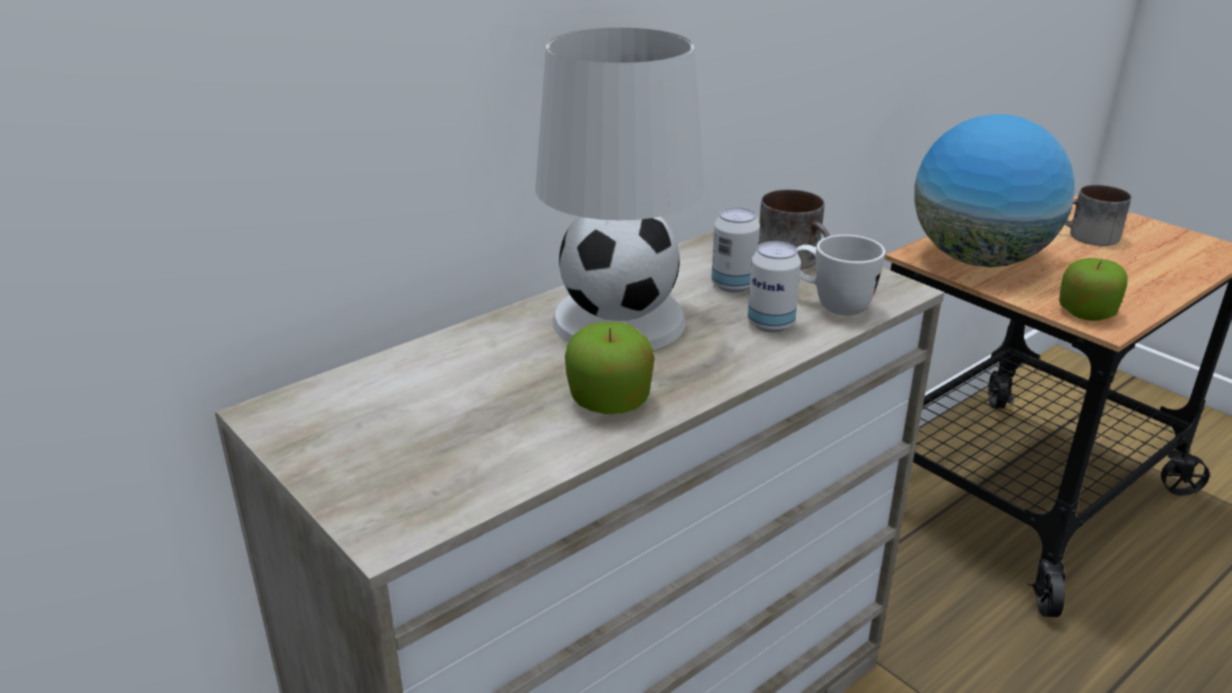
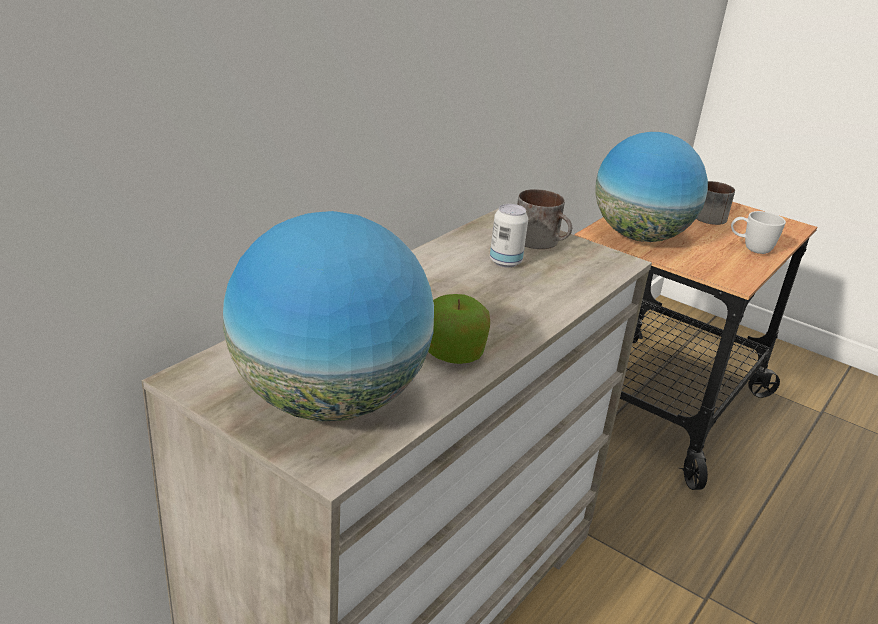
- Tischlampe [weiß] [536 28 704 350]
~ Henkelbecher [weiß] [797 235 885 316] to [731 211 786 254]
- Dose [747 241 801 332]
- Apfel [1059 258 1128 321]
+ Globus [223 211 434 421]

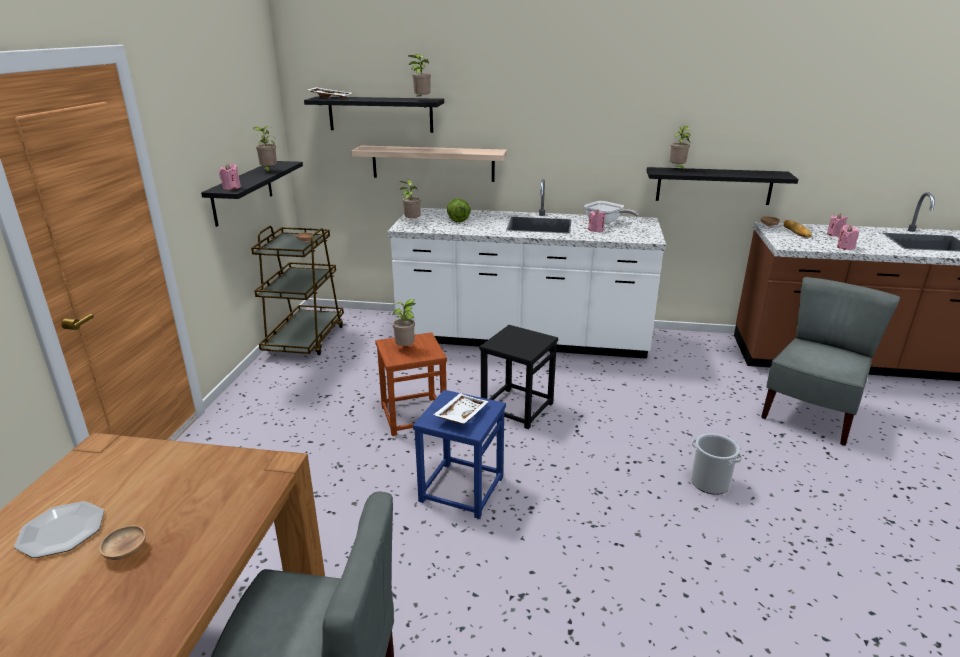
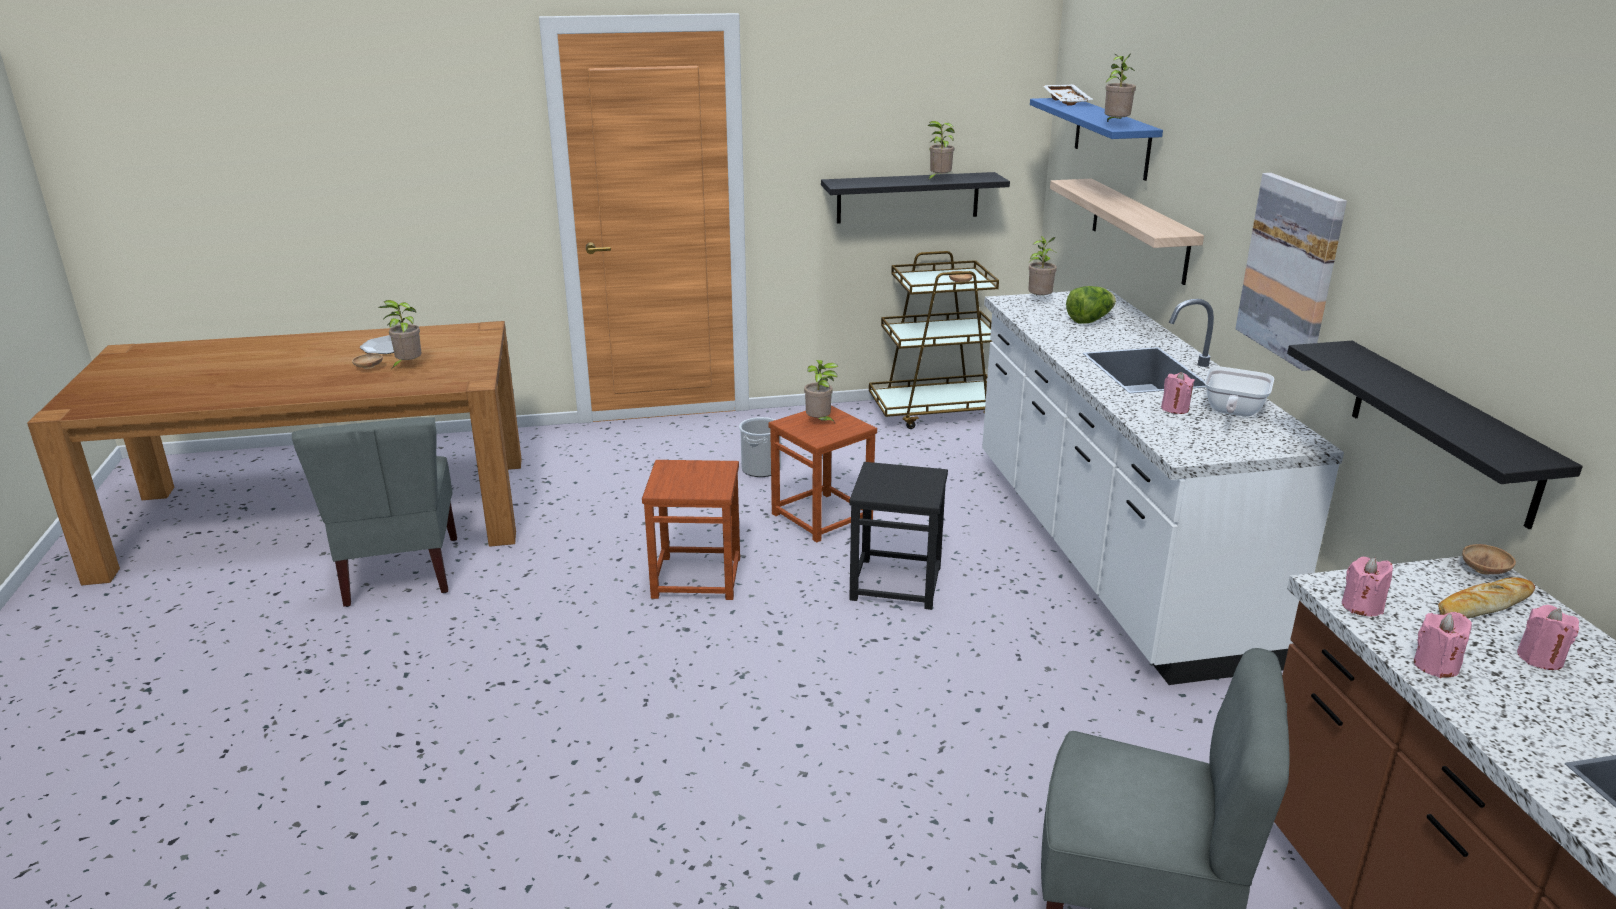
~ Wandregal [schwarz] [304 96 444 133] to Wandregal [blau] [1030 98 1163 181]
~ Topfpflanze [670 125 690 171] to [378 300 421 368]
~ Kerze [rosa] [219 163 241 190] to [1342 557 1393 616]
~ Hocker [blau] [413 390 506 519] to Hocker [braun] [642 460 740 600]
- Tablett [weiß] [433 393 489 424]
~ Eimer [691 434 742 494] to [739 417 781 477]
+ Bild [1235 173 1347 371]

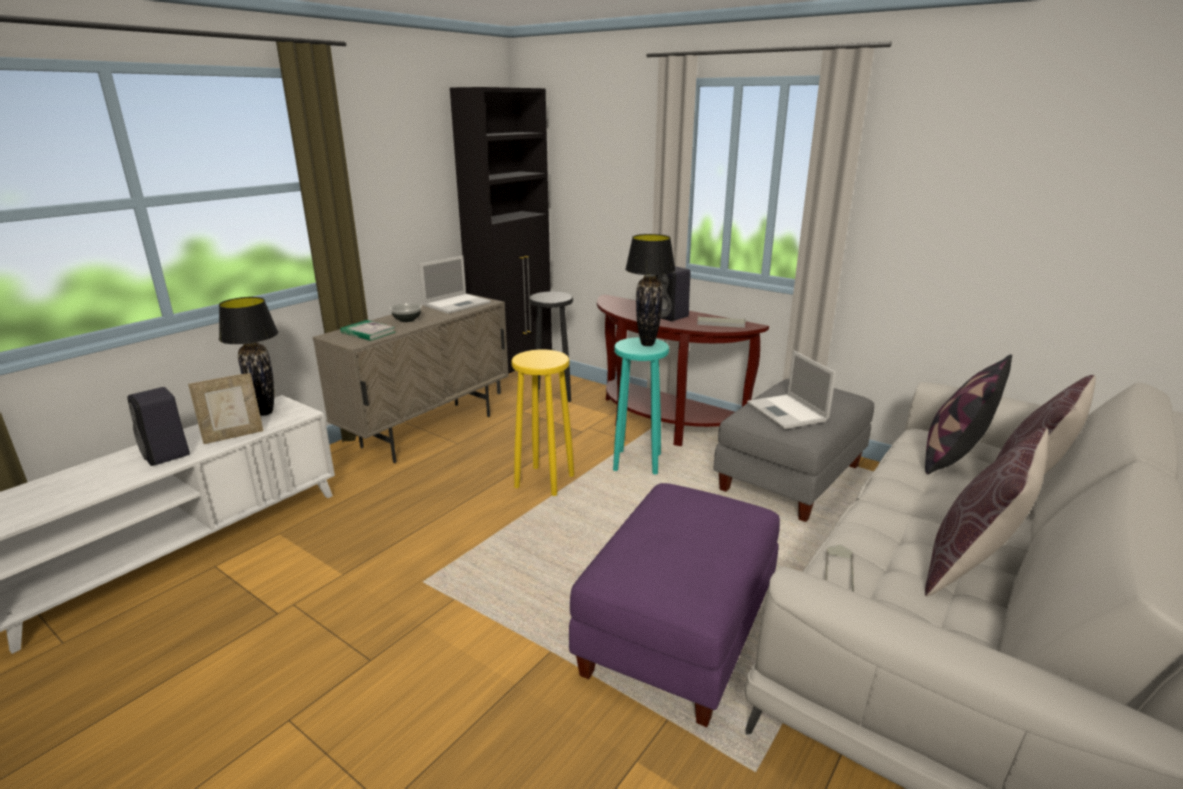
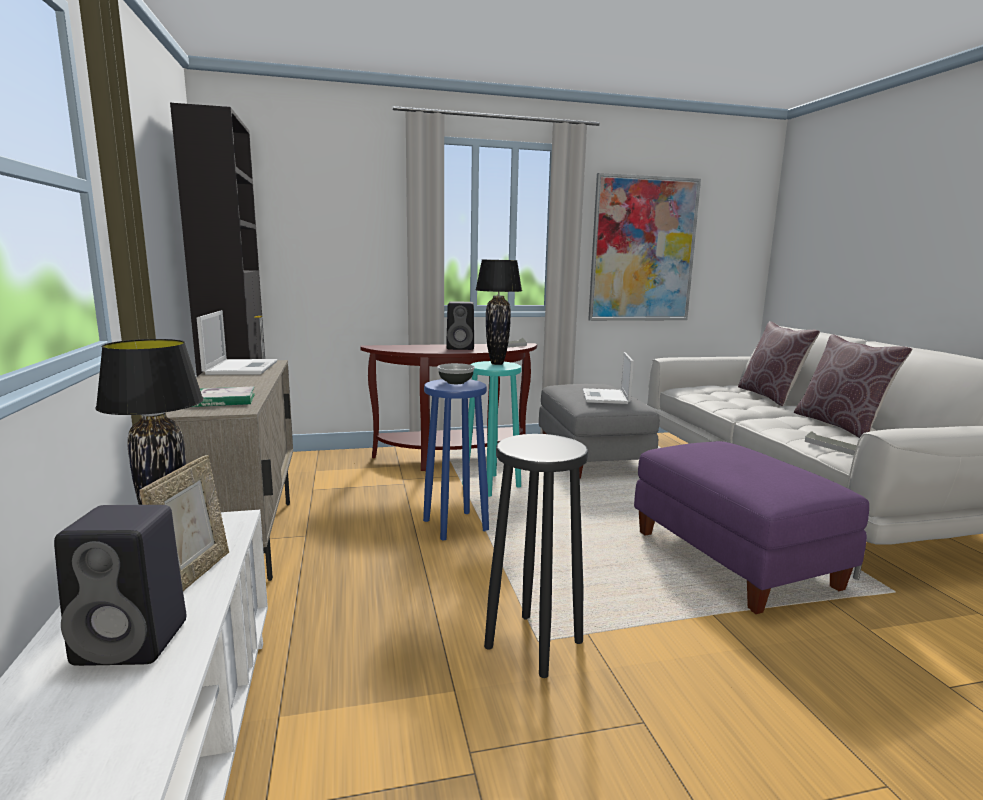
~ Hocker [schwarz] [529 291 573 402] to [484 434 588 678]
~ Schüssel [390 303 422 322] to [437 363 475 384]
~ Hocker [gelb] [511 349 574 496] to Hocker [blau] [423 379 489 540]
~ Laptop [747 350 836 429] = [583 352 634 404] 75 degrees clockwise
- Kissen [925 354 1012 474]
+ Bild [588 173 701 321]

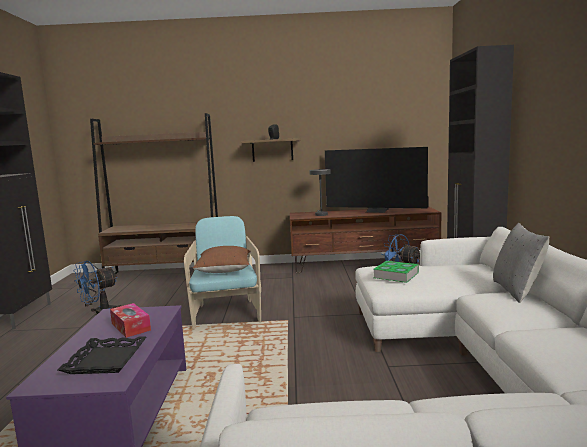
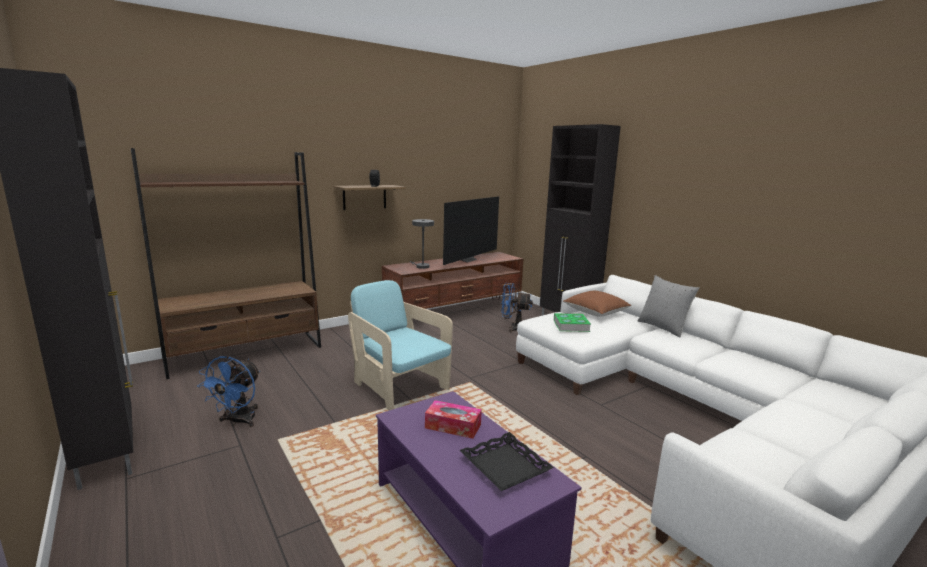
~ Fernseher [325 147 428 213] = [443 196 499 265] 45 degrees counterclockwise
~ Kissen [braun] [193 246 251 273] to [563 291 631 317]

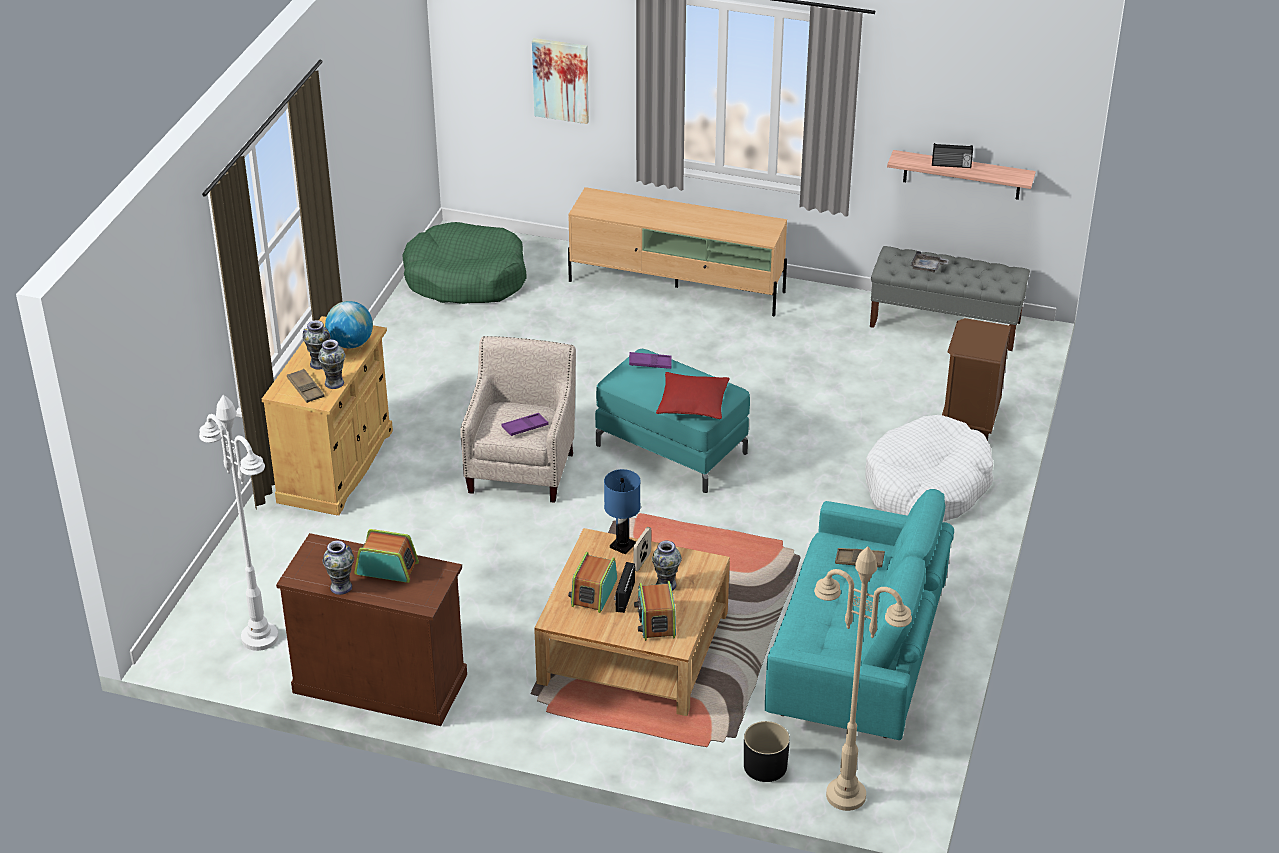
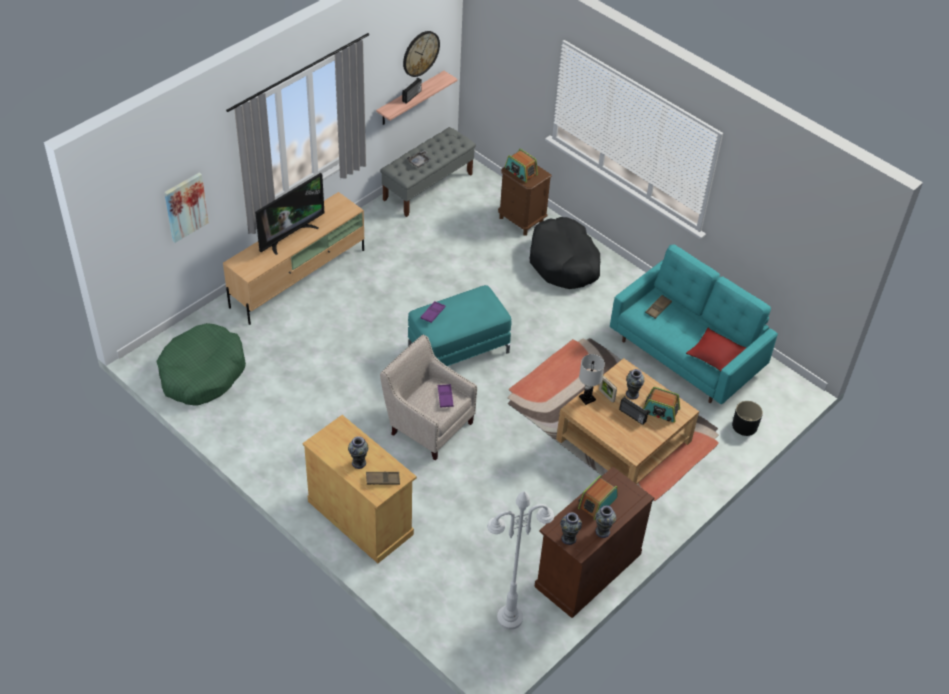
- Globus [325 301 373 348]
~ Vase [318 339 345 389] to [560 512 582 545]
~ Kissen [rot] [656 372 730 419] to [686 328 746 371]
~ Hundebett [weiß] [865 415 993 522] to Hundebett [schwarz] [530 217 600 289]
~ Tischlampe [blau] [604 469 641 554] to Tischlampe [weiß] [579 354 605 405]
- Stehlampe [beige] [814 546 912 811]
~ Radio [568 552 617 613] to [505 149 538 182]
+ Wanduhr [403 31 440 77]
+ Fernseher [255 173 325 255]

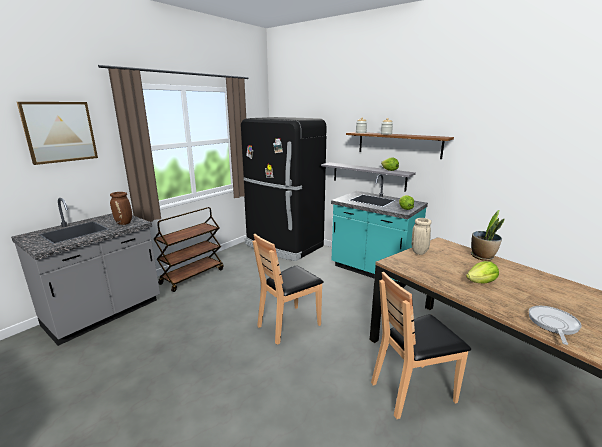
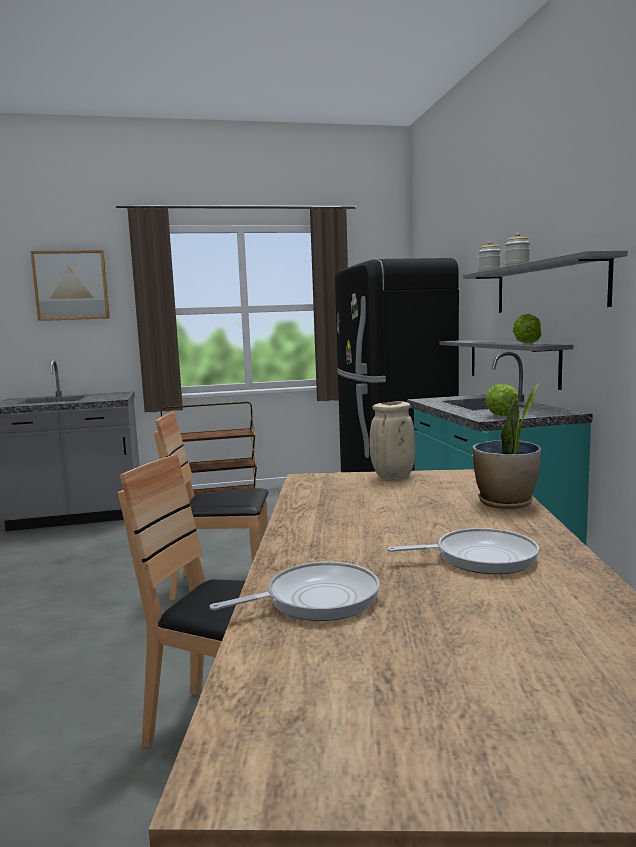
~ Wandregal [braun] [346 132 454 159] to Wandregal [grau] [463 250 628 313]
- Vase [braun] [110 192 132 225]
- Salatkopf [466 261 499 283]
+ Pfanne [387 528 539 574]

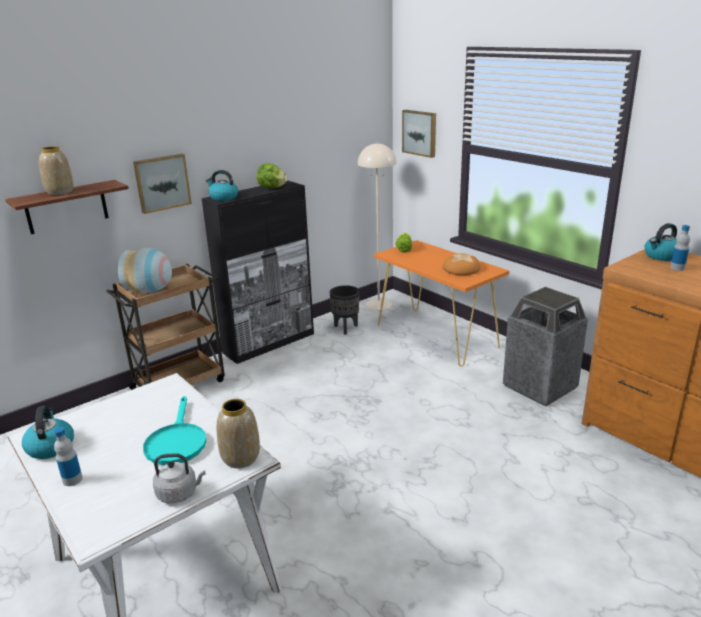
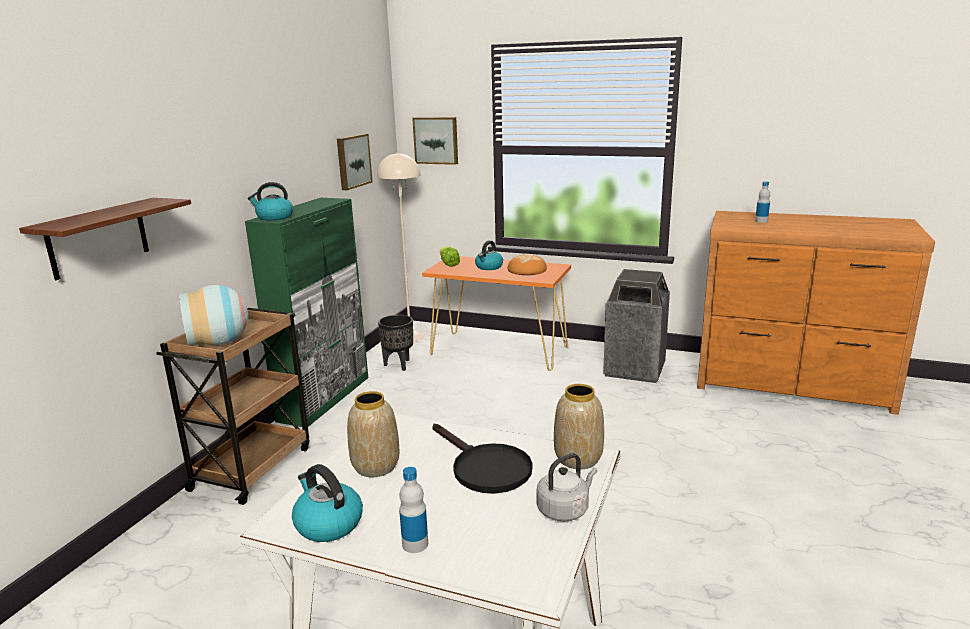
~ Vase [39 146 73 195] to [347 391 399 477]
~ Bild [133 154 192 214] to [337 134 372 190]
- Salatkopf [256 163 287 188]
~ Schrank [schwarz] [202 180 314 364] to Schrank [grün] [245 198 368 427]
~ Wasserkessel [644 223 677 261] to [475 241 503 270]
~ Pfanne [türkis] [143 396 207 465] to Pfanne [schwarz] [432 424 532 494]

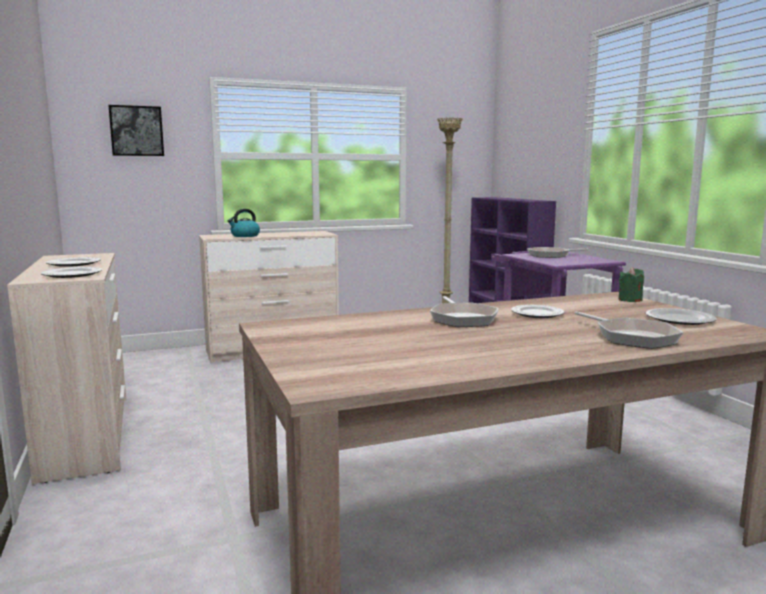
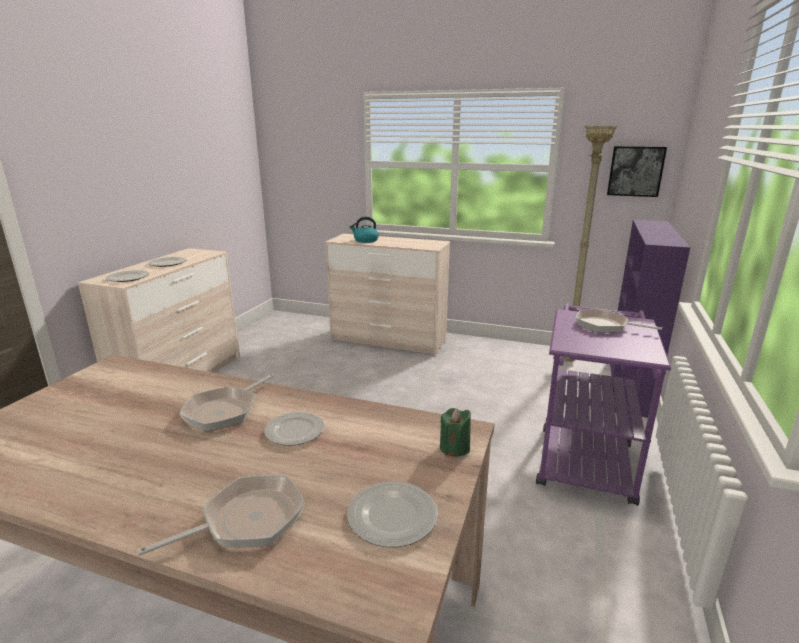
~ Bild [108 105 164 156] to [607 146 667 197]
~ Pfanne [575 311 683 349] = [138 475 305 556] 135 degrees counterclockwise

